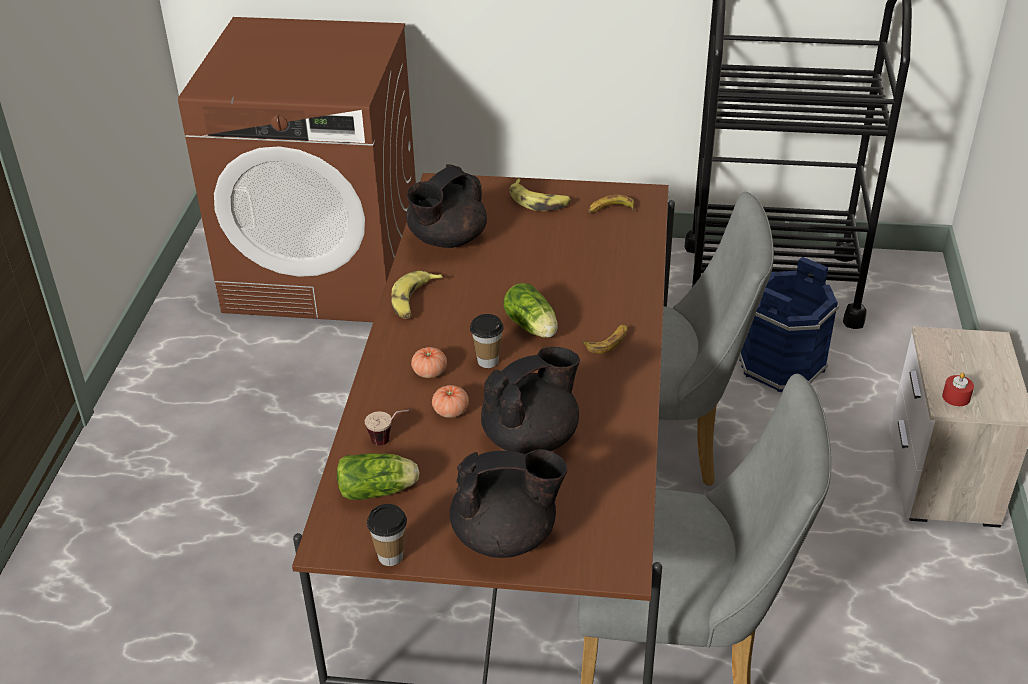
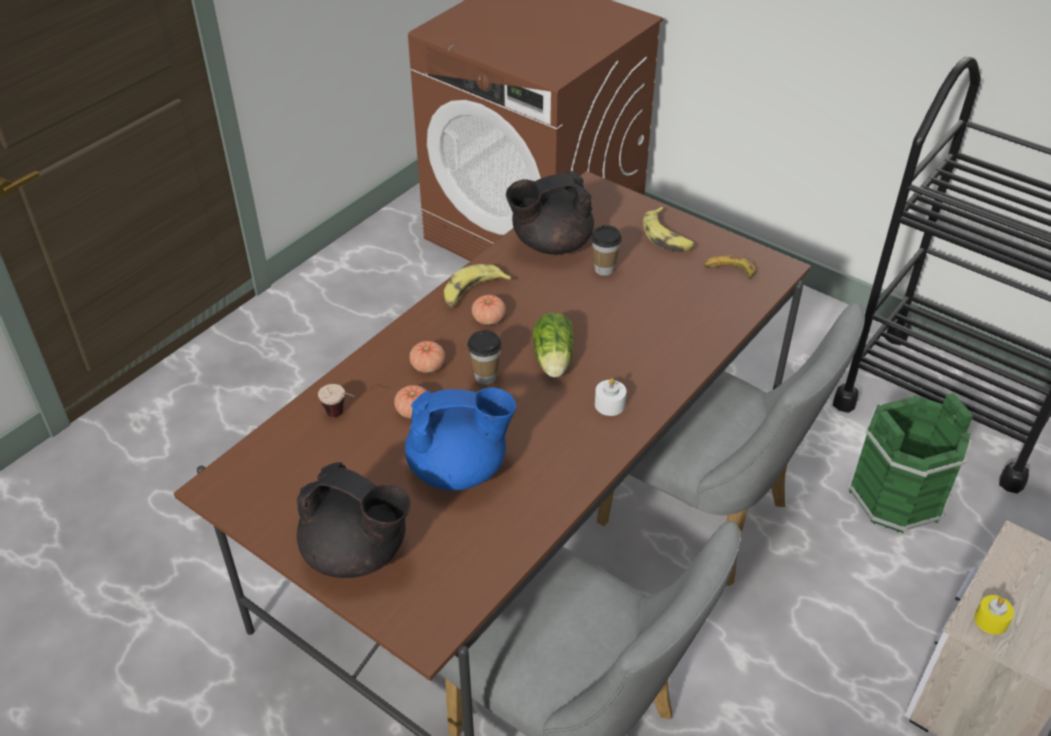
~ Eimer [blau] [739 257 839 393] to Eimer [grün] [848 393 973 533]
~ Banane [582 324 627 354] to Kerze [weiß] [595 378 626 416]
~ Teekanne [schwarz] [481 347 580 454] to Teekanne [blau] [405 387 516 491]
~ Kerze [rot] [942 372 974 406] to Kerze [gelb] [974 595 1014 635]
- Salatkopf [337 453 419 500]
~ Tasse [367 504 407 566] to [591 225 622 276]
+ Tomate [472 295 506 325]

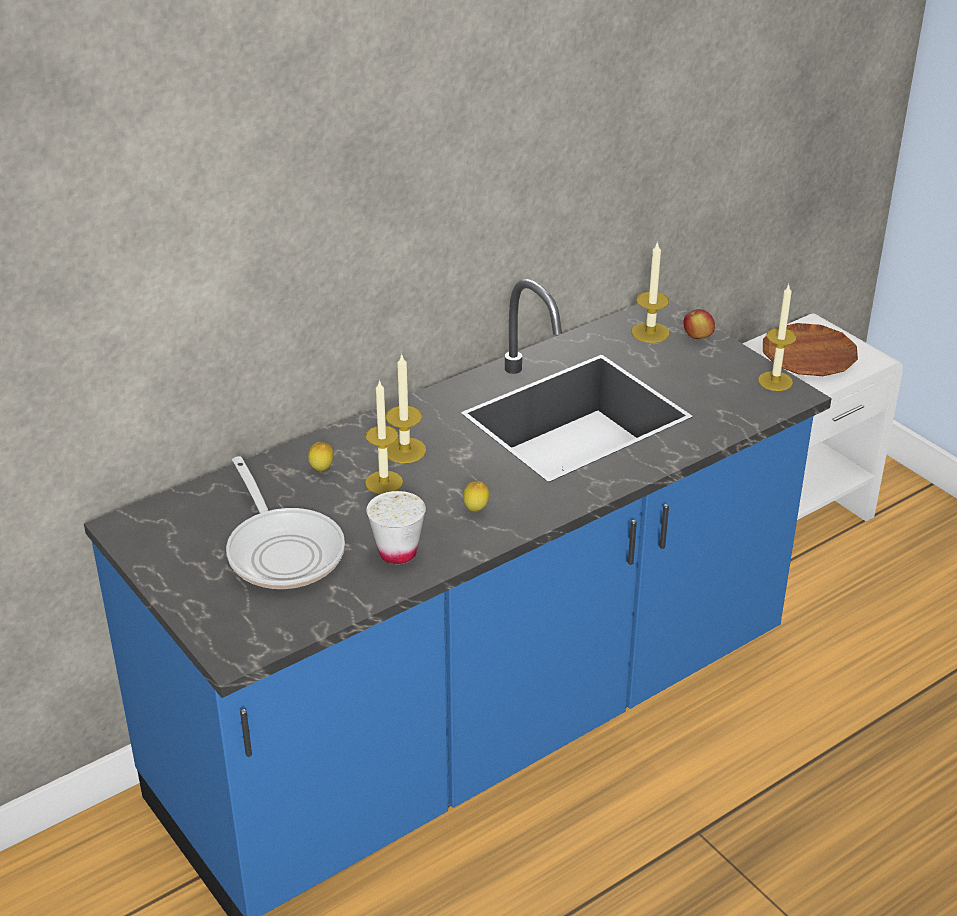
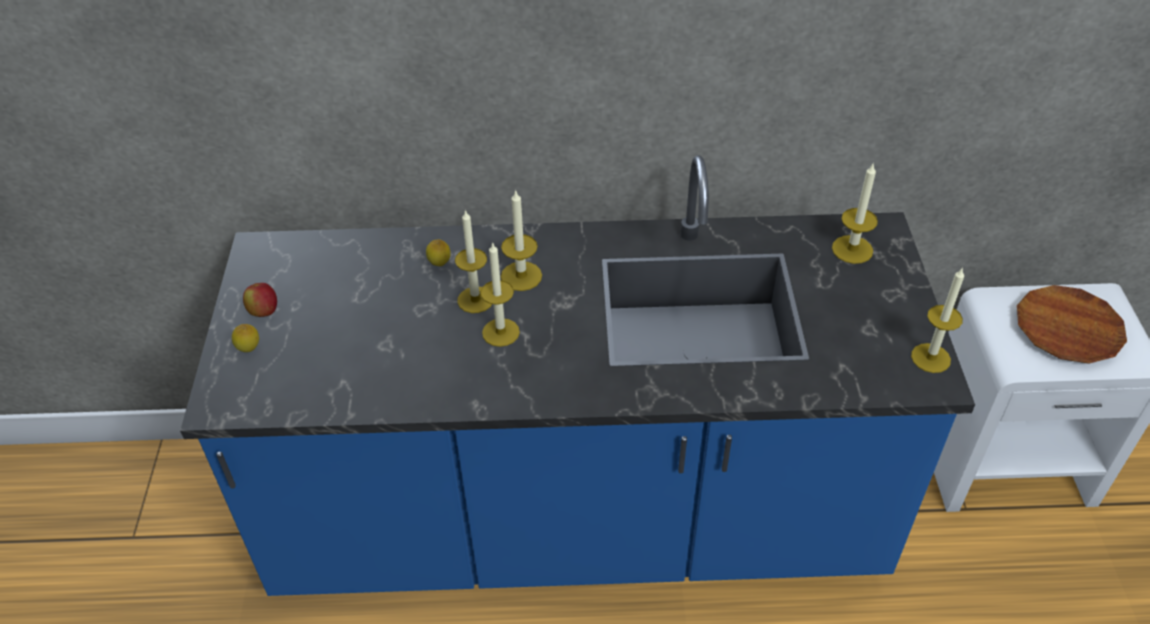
~ Apfel [683 309 715 339] to [243 283 277 317]
- Pfanne [226 456 345 589]
~ Zitrone [463 481 489 512] to [232 324 259 352]
- Tasse [weiß] [366 491 426 564]
+ Kerze [481 242 520 347]

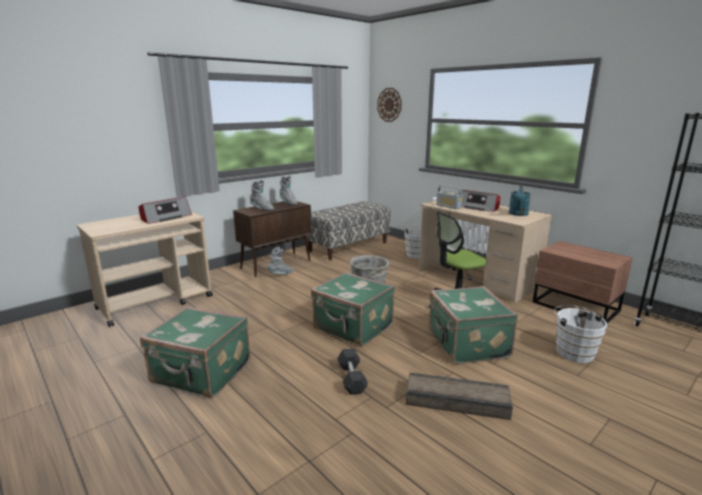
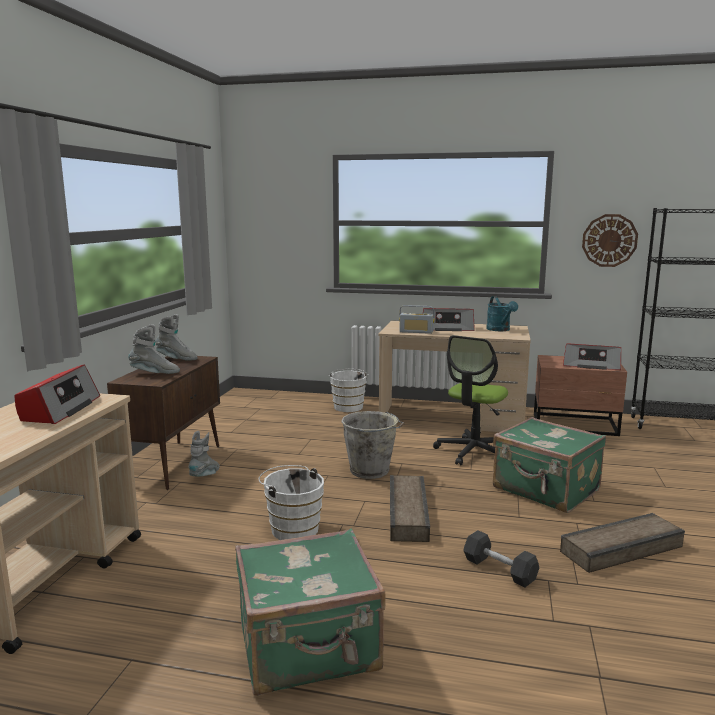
~ Wanduhr [377 88 402 122] to [582 214 638 267]
- Bank [307 201 390 260]
~ Koffer [grün] [311 272 395 346] to Kiste [390 475 430 542]
~ Eimer [weiß] [554 305 607 363] to [259 465 324 540]
+ Radio [563 343 621 370]

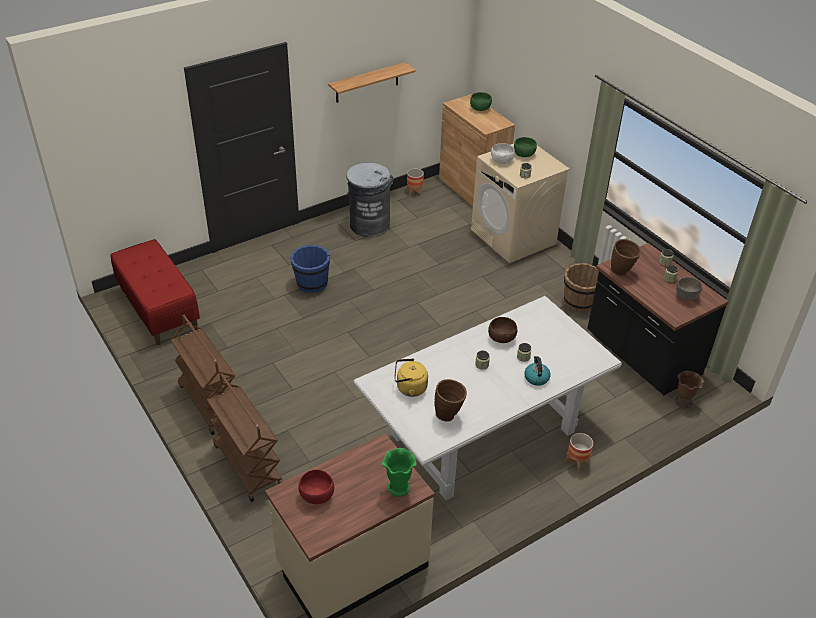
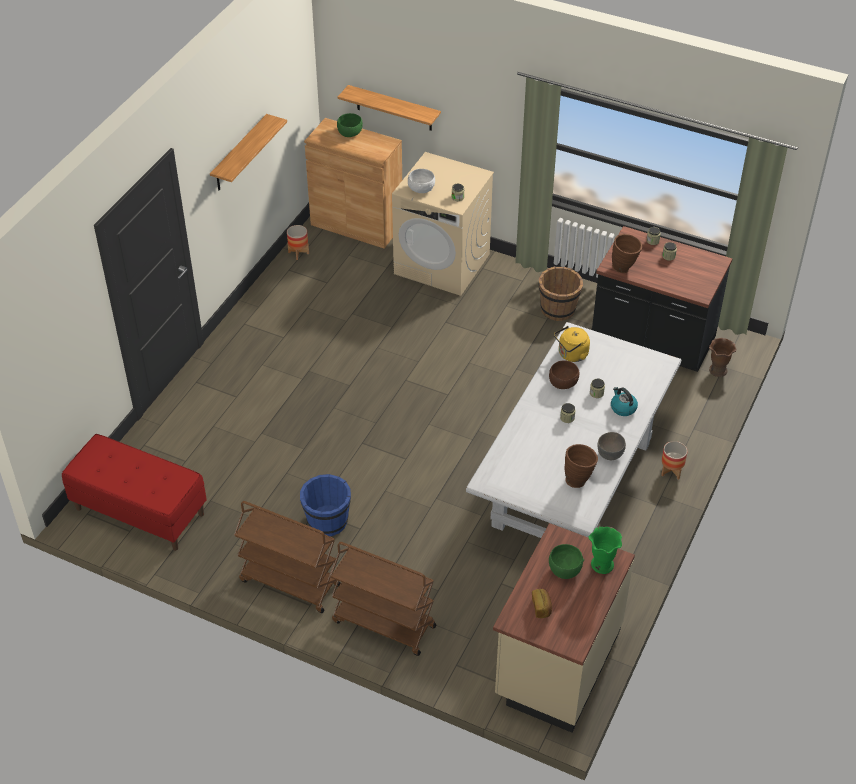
~ Schüssel [grün] [514 137 537 157] to [549 544 584 579]
- Mülleimer [grau] [346 163 394 237]
~ Eimer [blau] [290 245 330 293] to [300 474 351 536]
~ Schüssel [grau] [676 277 702 301] to [598 432 626 460]
~ Wasserkessel [gelb] [394 358 428 397] to [554 326 590 362]
~ Schüssel [rot] [298 470 334 504] to Brot [532 589 552 618]
+ Wandregal [337 85 441 131]

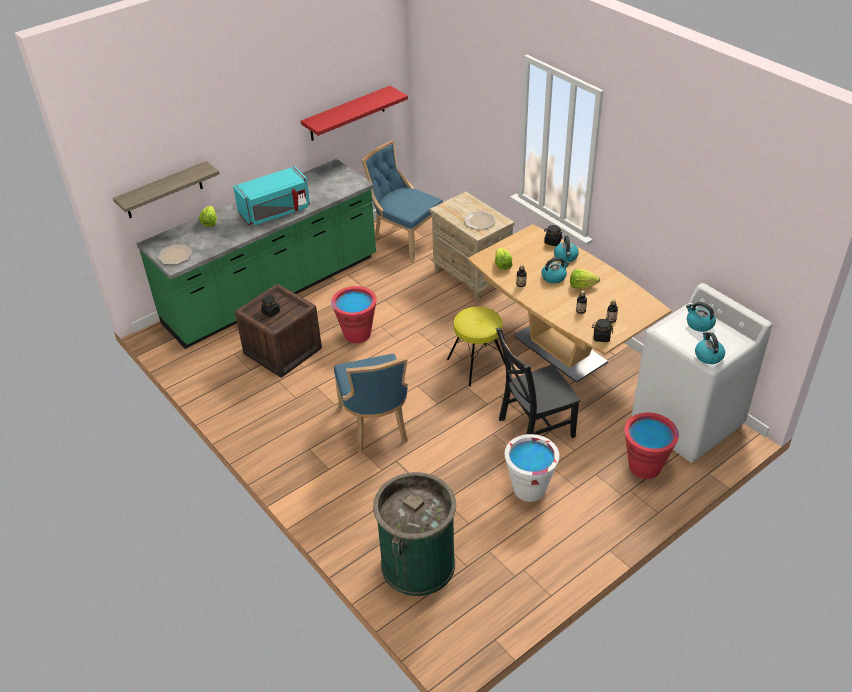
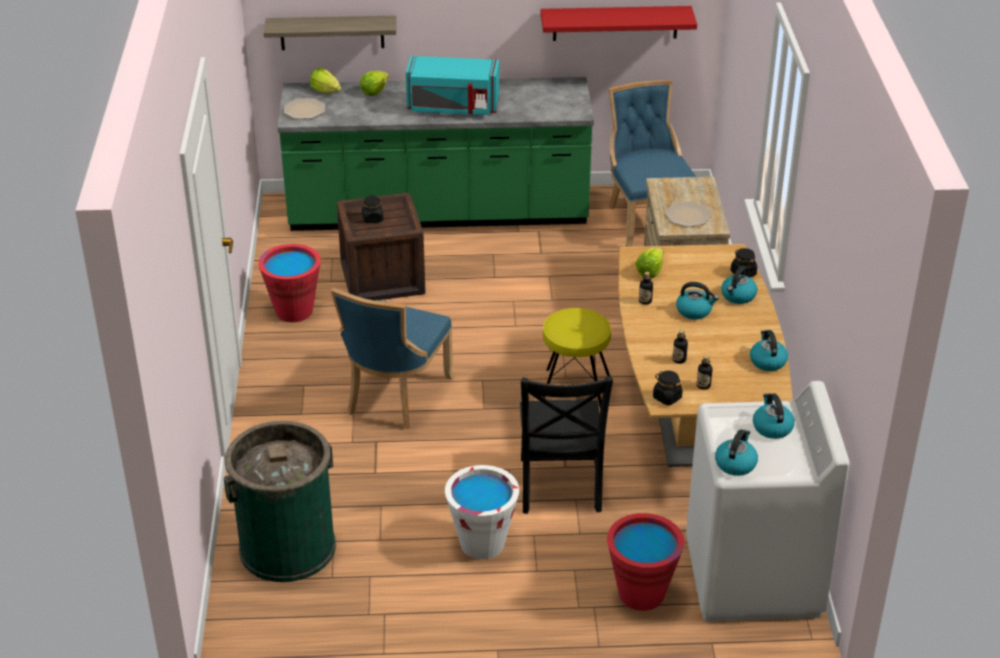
~ Salatkopf [570 269 600 289] to [310 68 341 93]
~ Eimer [rot] [331 286 377 343] to [258 244 321 322]
~ Stuhl [schwarz] [496 328 581 438] = [520 376 613 514] 105 degrees counterclockwise
+ Wasserkessel [750 330 788 371]

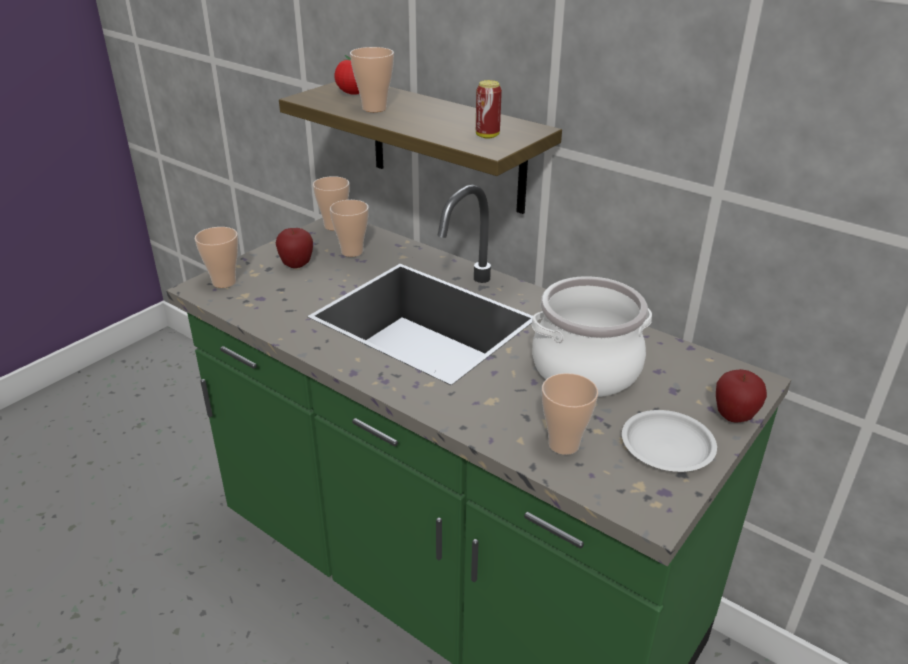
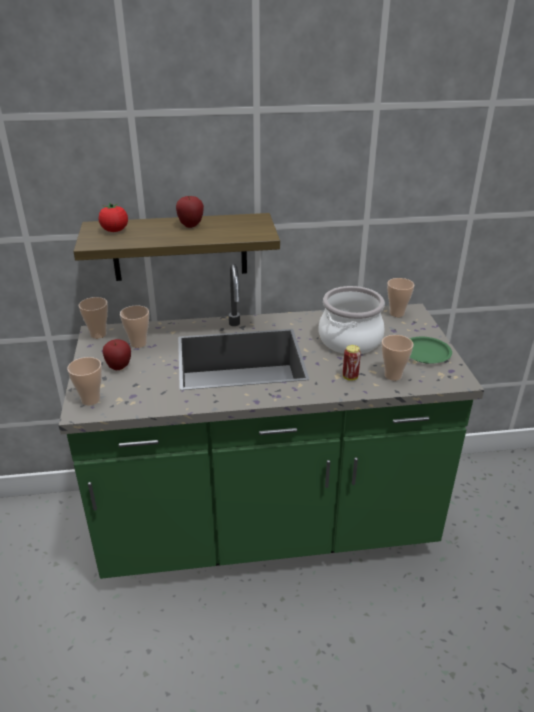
~ Tasse [350 47 394 112] to [387 278 414 317]
~ Dose [476 80 502 139] to [343 345 361 381]
~ Apfel [716 369 767 423] to [176 196 204 228]
~ Teller [weiß] [622 410 717 472] to Teller [grün] [409 337 452 364]

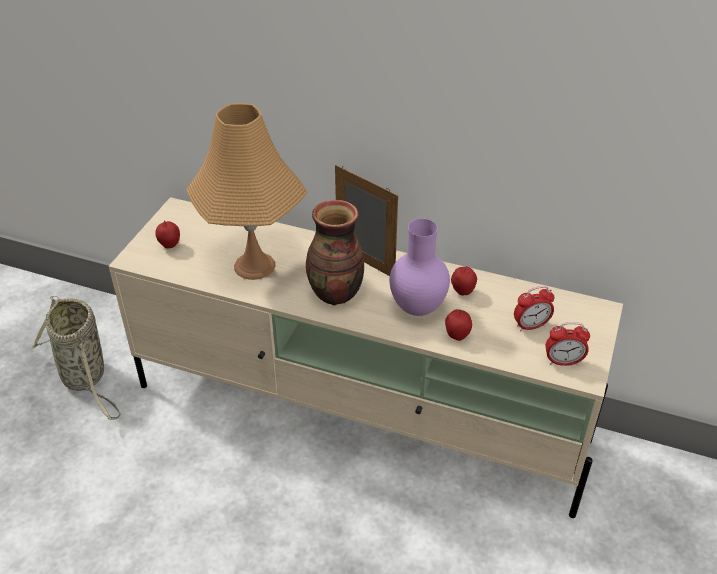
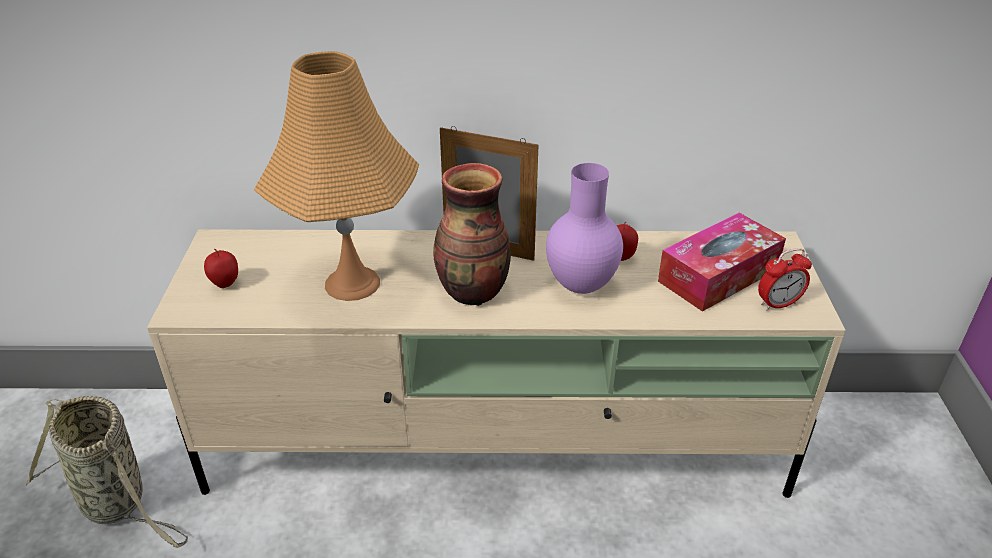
~ Wecker [514 286 555 331] to Taschentuchbox [658 213 786 312]
- Apfel [445 309 472 341]

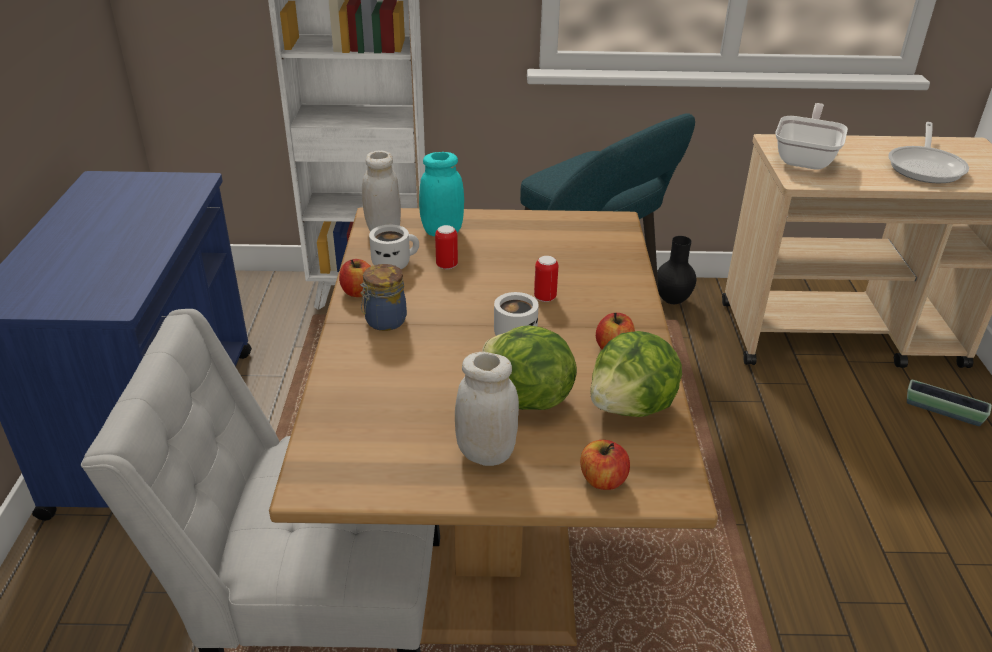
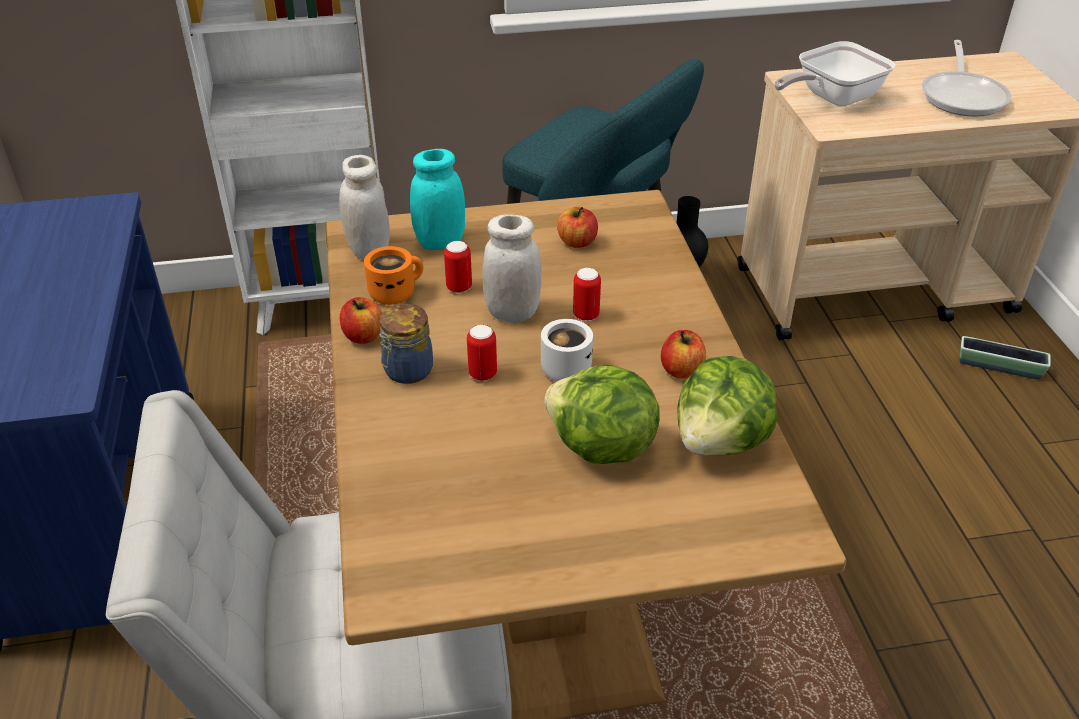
~ Pfanne [775 103 848 170] = [774 41 895 107] 135 degrees counterclockwise
~ Henkelbecher [weiß] [369 225 419 269] to Henkelbecher [orange] [364 246 423 305]
~ Vorratsglas [weiß] [455 352 519 466] to [482 214 541 323]
~ Apfel [580 440 630 490] to [557 207 598 248]
+ Dose [467 325 497 381]

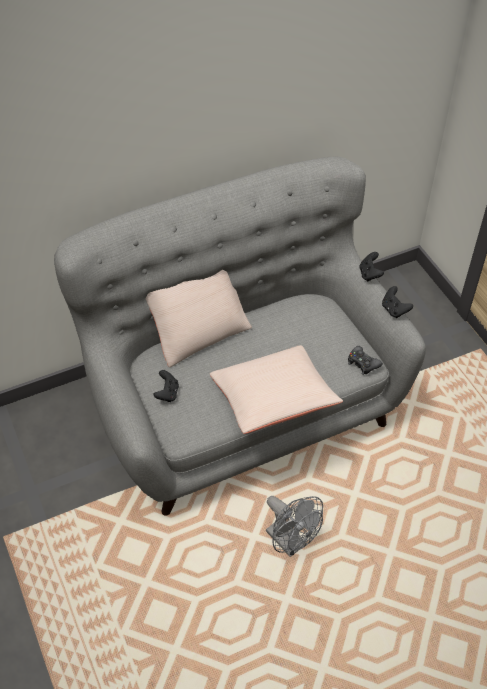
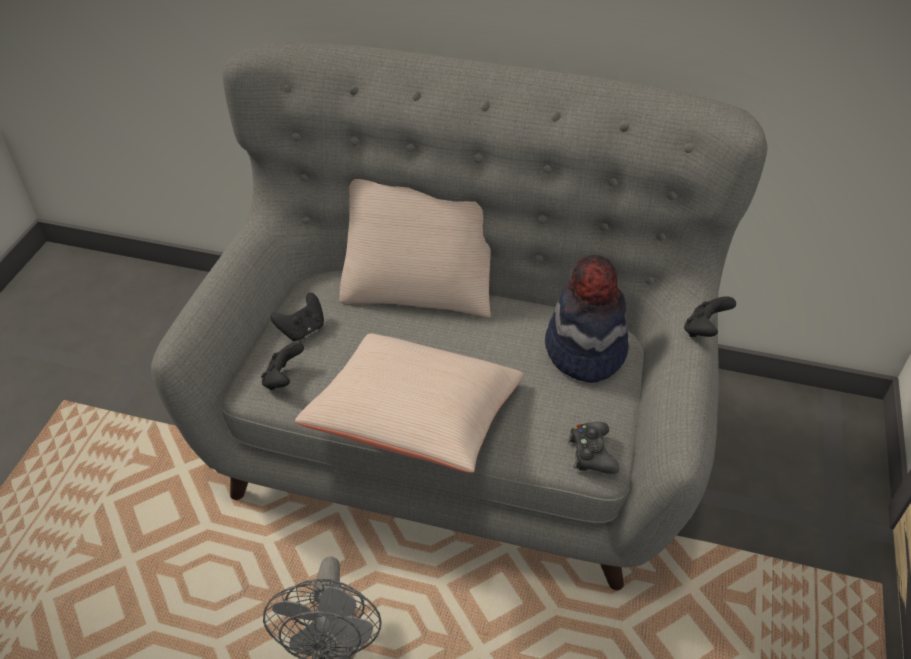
~ Gamepad [schwarz] [382 286 413 318] to [261 342 304 390]
+ Hut [545 255 629 383]

